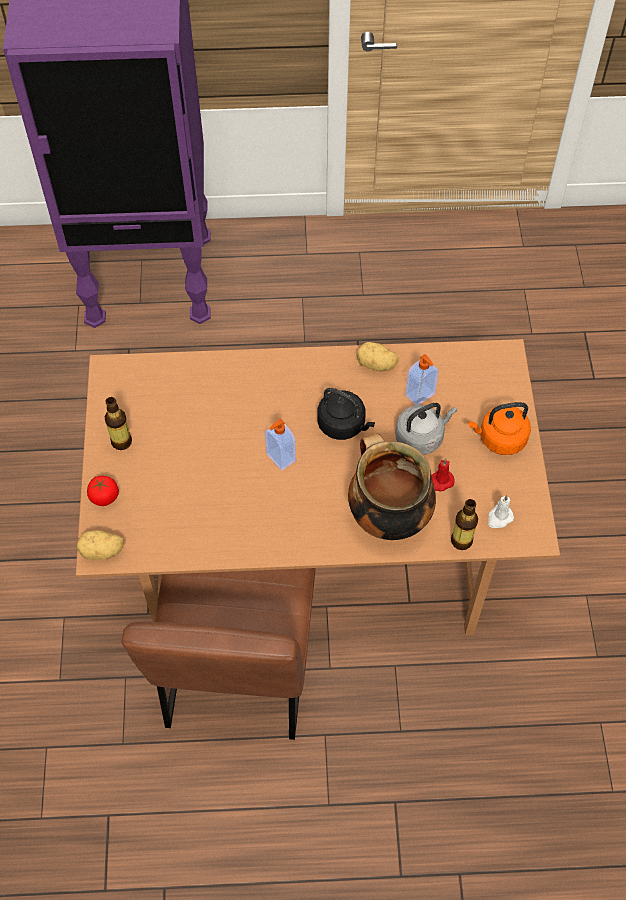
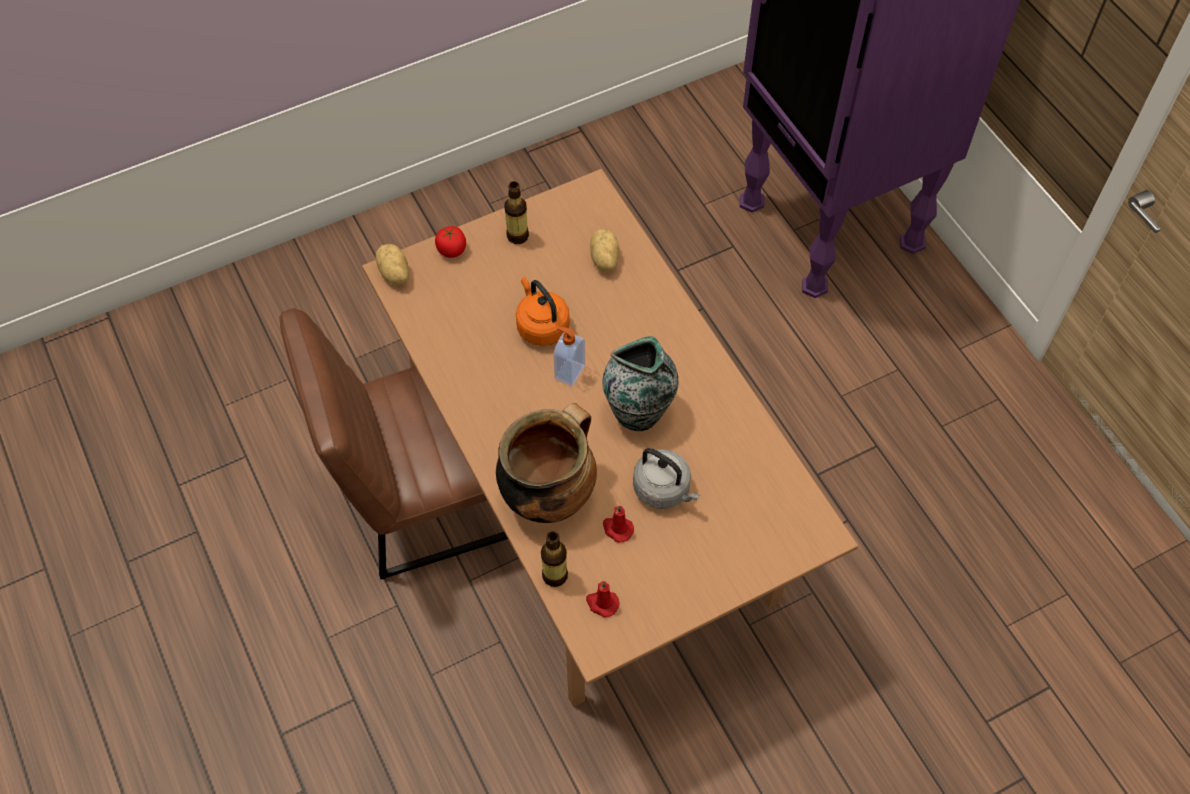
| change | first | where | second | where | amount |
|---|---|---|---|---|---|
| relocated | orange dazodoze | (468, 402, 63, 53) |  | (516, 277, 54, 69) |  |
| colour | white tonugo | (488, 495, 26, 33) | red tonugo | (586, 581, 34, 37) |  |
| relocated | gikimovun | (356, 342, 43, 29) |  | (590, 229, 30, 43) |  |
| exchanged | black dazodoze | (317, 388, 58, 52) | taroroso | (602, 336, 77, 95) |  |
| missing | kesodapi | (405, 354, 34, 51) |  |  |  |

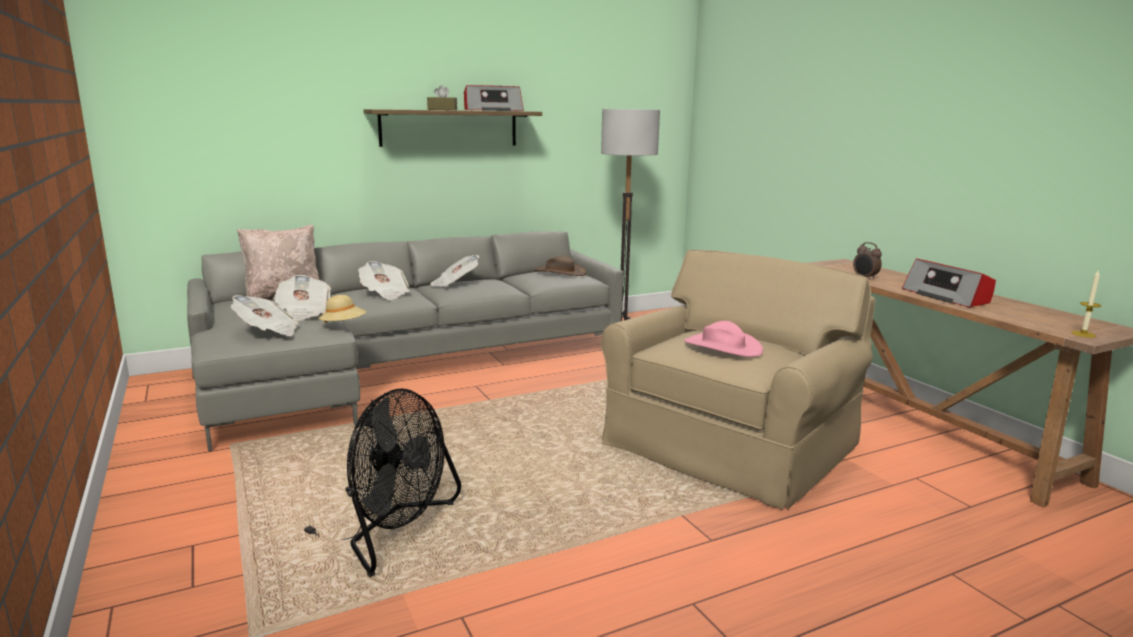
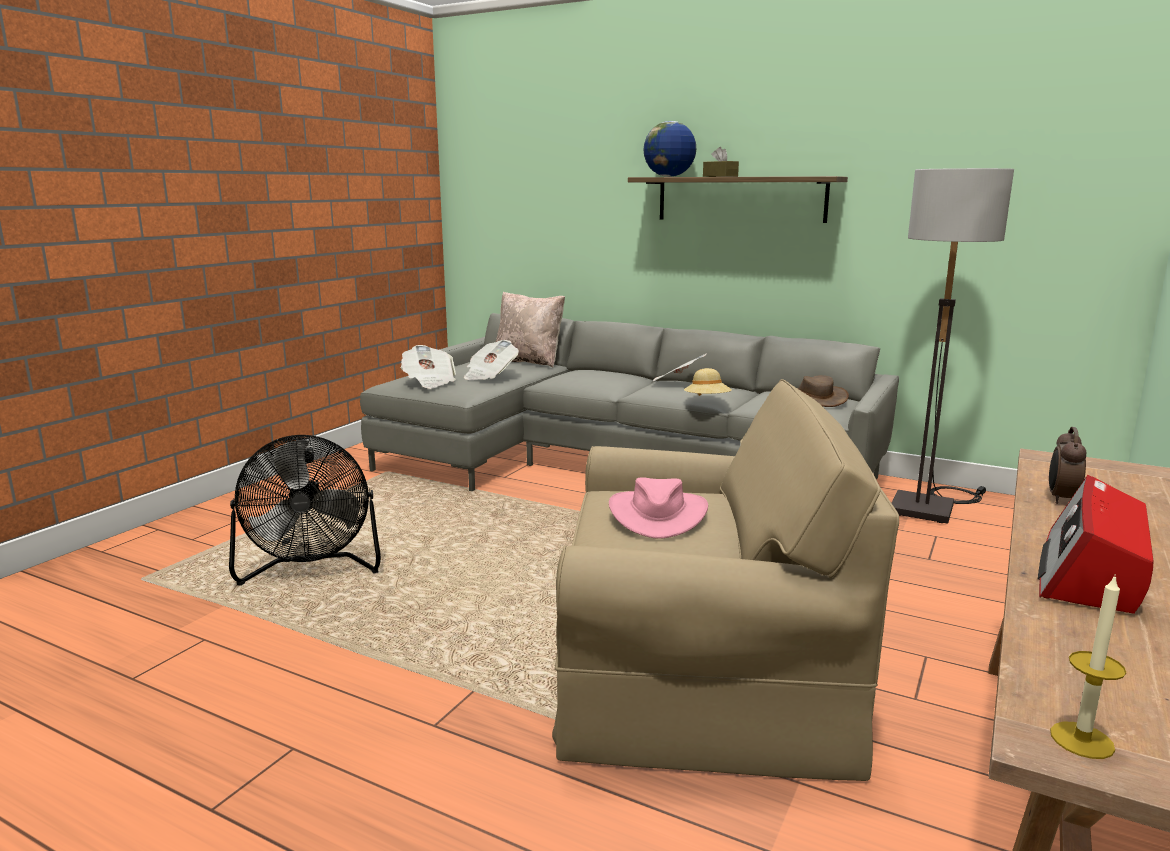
| change | first | where | second | where | amount |
|---|---|---|---|---|---|
| appeared |  |  | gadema | (643, 121, 53, 56) |  |
| relocated | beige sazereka | (319, 295, 47, 28) |  | (684, 368, 48, 28) |  |
| missing | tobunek | (358, 261, 52, 39) |  |  |  |
| missing | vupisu | (464, 85, 60, 26) |  |  |  |

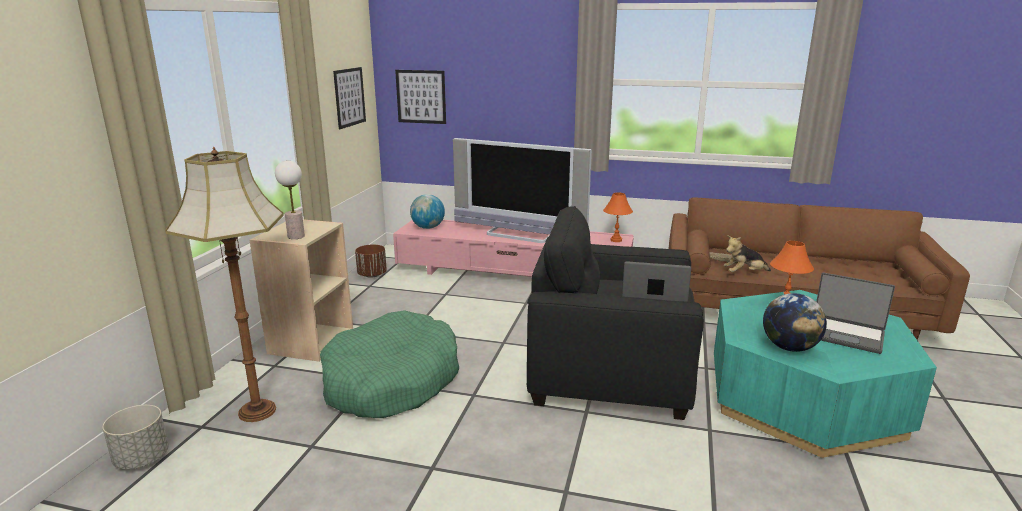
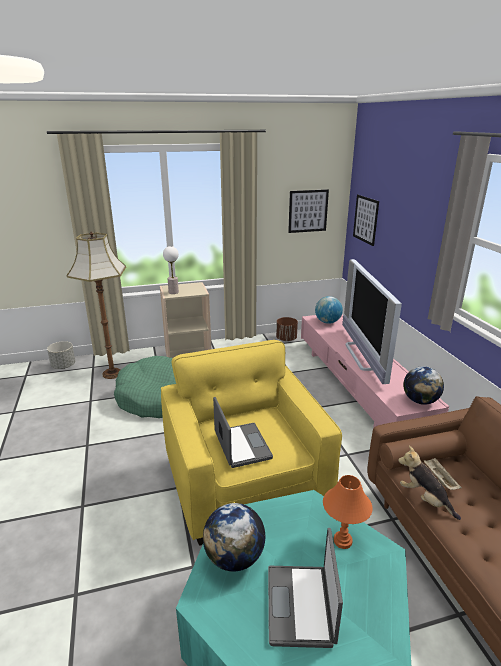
| change | first | where | second | where | amount |
|---|---|---|---|---|---|
| colour | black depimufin | (527, 206, 177, 214) | yellow depimufin | (161, 340, 181, 206) |  |
| exchanged | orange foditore | (603, 193, 30, 49) | gadema | (403, 366, 41, 39) |  |

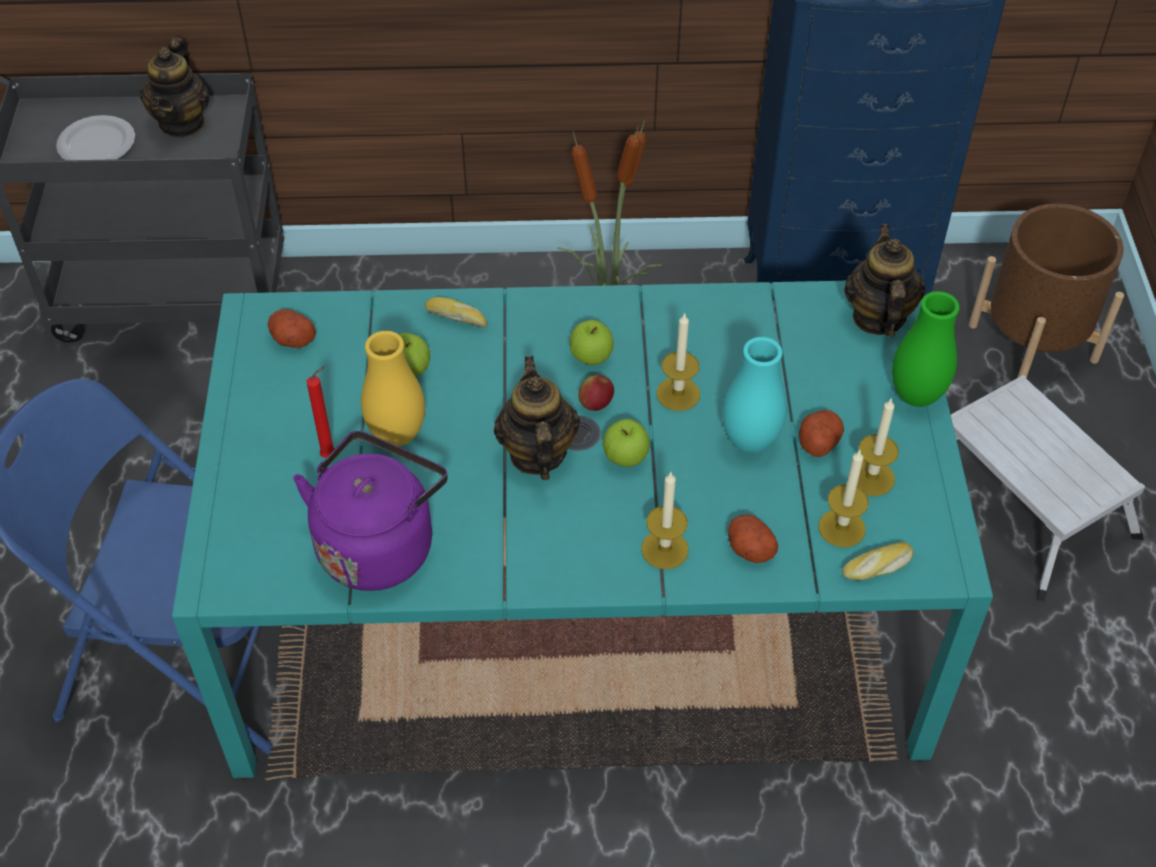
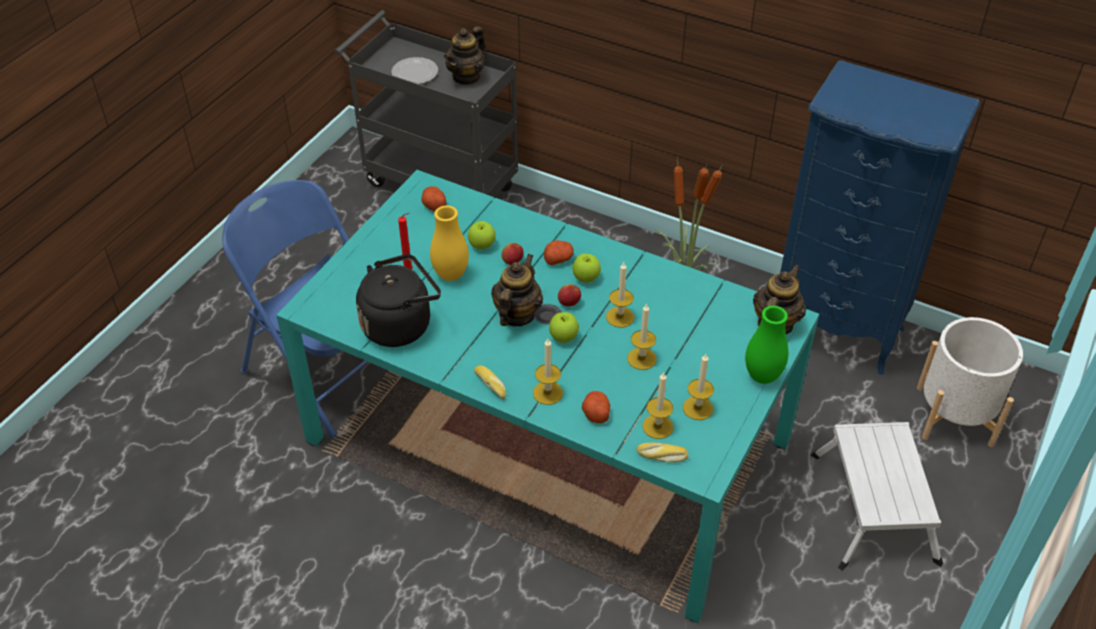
| change | first | where | second | where | amount |
|---|---|---|---|---|---|
| colour | purple dazodoze | (293, 431, 155, 160) | black dazodoze | (356, 254, 85, 93) |  |
| relocated | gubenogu | (425, 297, 63, 31) |  | (474, 366, 32, 33) |  |
| appeared |  |  | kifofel | (502, 243, 22, 22) |  |
| relocated | gikimovun | (799, 410, 45, 47) |  | (544, 240, 29, 25) |  |
| exchanged | turquoise taroroso | (722, 337, 65, 116) | tonugo | (627, 303, 30, 67) |  |
| colour | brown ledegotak | (969, 203, 155, 175) | white ledegotak | (917, 317, 106, 130) |  |

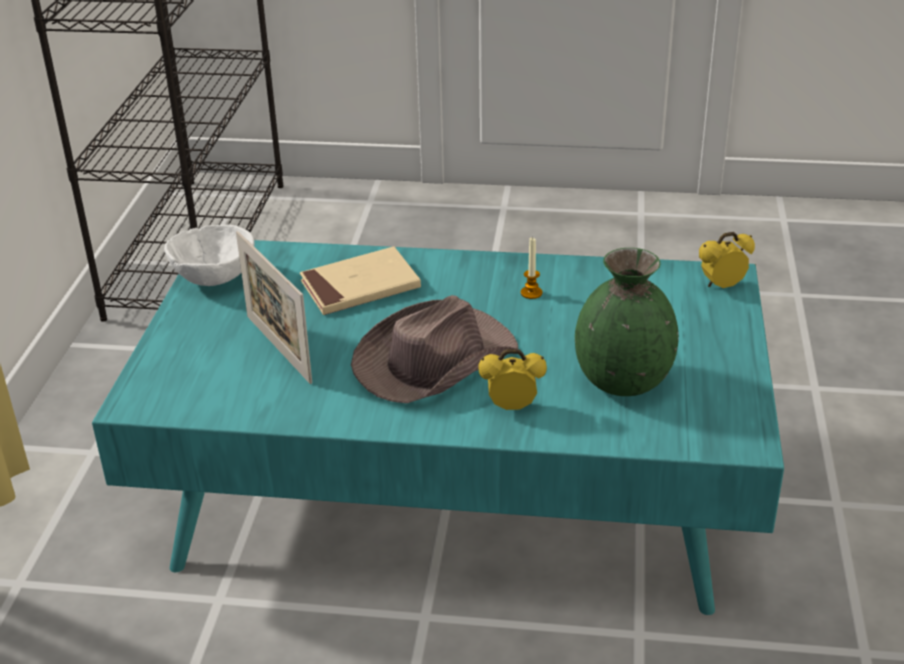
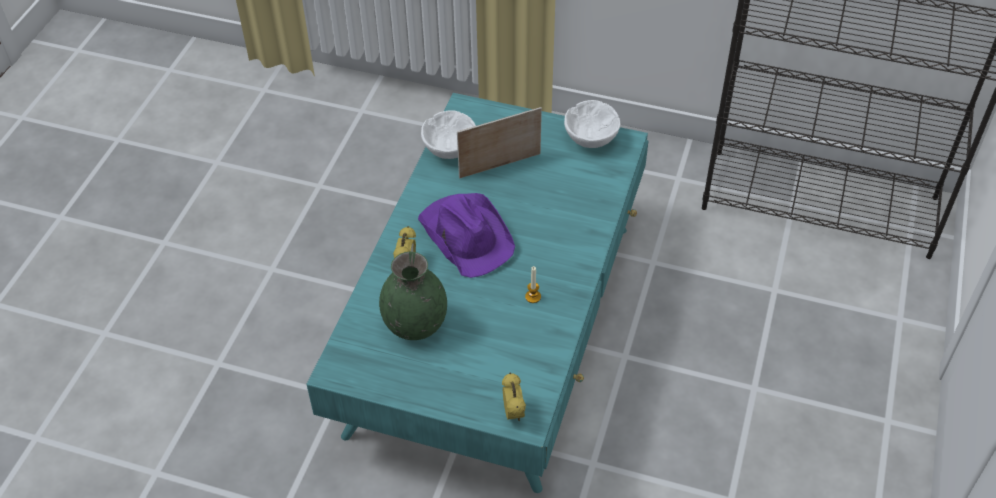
| change | first | where | second | where | amount |
|---|---|---|---|---|---|
| colour | brown sazereka | (351, 295, 167, 108) | purple sazereka | (418, 193, 97, 85) |  |
| appeared |  |  | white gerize | (421, 110, 55, 49) |  |
| missing | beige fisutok | (300, 247, 121, 68) |  |  |  |

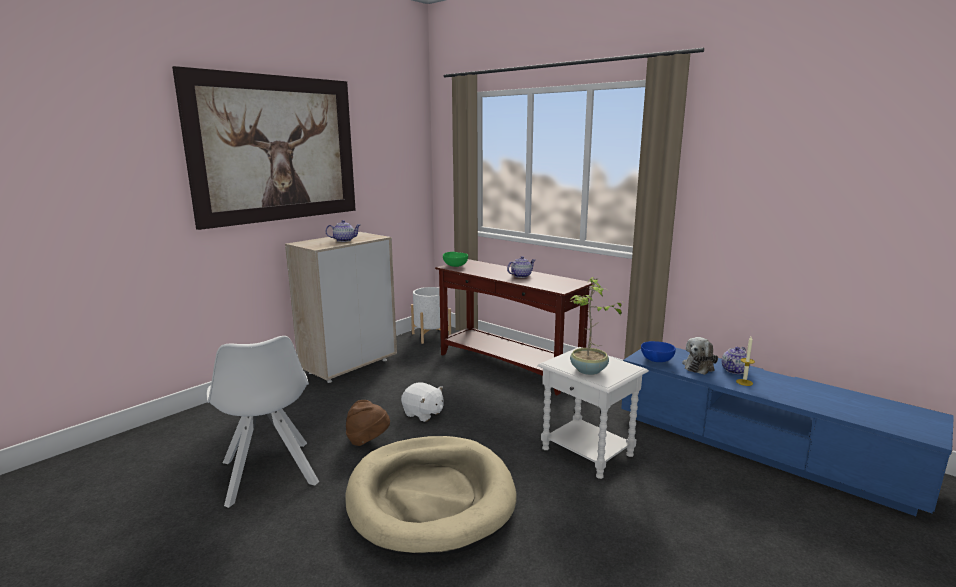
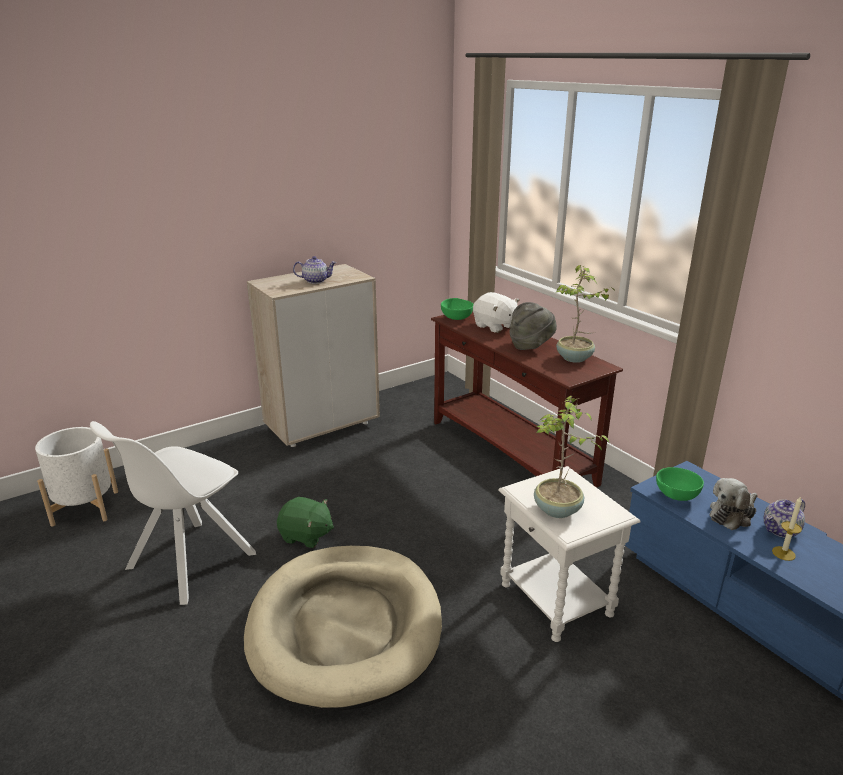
| change | first | where | second | where | amount |
|---|---|---|---|---|---|
| relocated | white ledegotak | (411, 287, 40, 57) |  | (35, 427, 83, 100) |  |
| spun | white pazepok | (207, 336, 112, 172) |  | (90, 421, 166, 184) | 45 degrees clockwise |
| exchanged | brown sazereka | (346, 400, 44, 46) | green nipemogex | (277, 497, 57, 51) |  |
| relocated | white nipemogex | (401, 383, 43, 39) |  | (473, 292, 46, 41) |  |
| exchanged | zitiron | (507, 256, 28, 22) | grey sazereka | (510, 302, 47, 48) |  |
| appeared |  |  | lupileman | (555, 265, 60, 98) |  |
| colour | blue gerize | (641, 341, 35, 21) | green gerize | (656, 467, 48, 34) |  |
| missing | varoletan | (172, 66, 184, 164) |  |  |  |

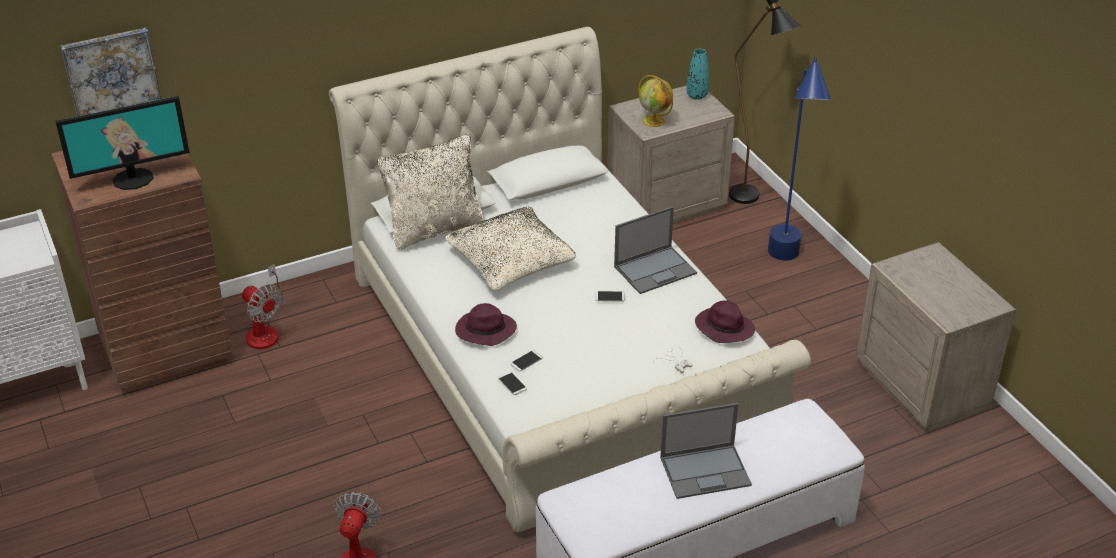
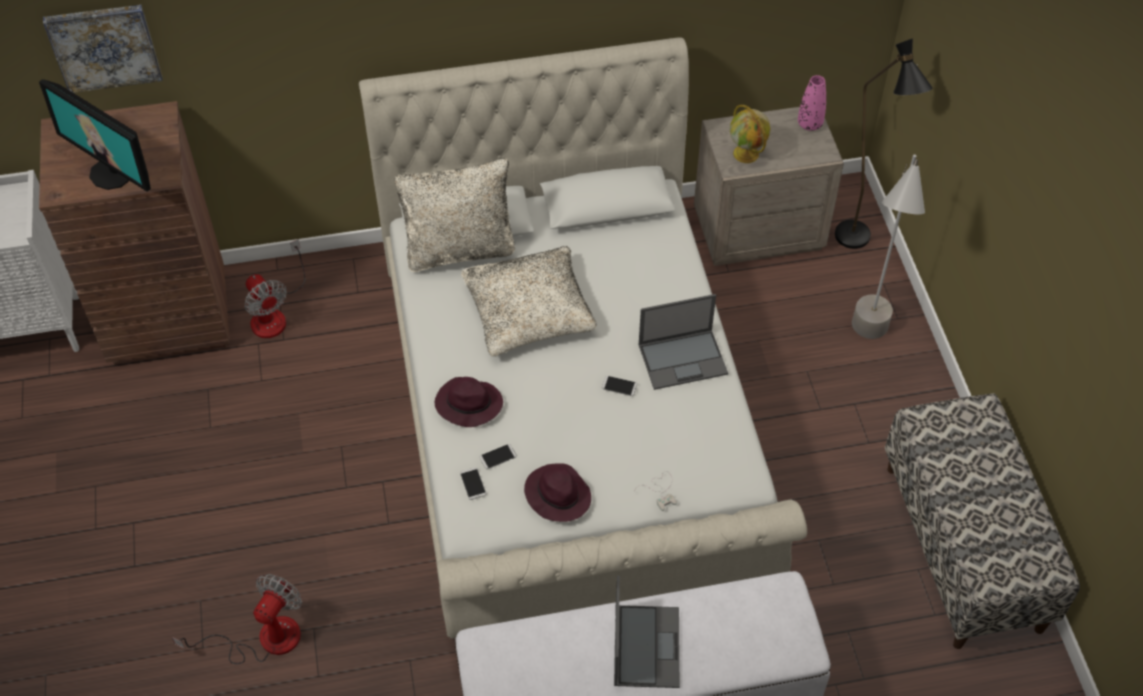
| change | first | where | second | where | amount |
|---|---|---|---|---|---|
| spun | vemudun | (55, 96, 135, 94) |  | (39, 79, 112, 113) | 45 degrees clockwise |
| relocated | purple sazereka | (695, 300, 60, 43) |  | (524, 463, 67, 59) |  |
| spun | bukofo | (660, 403, 92, 96) |  | (614, 575, 66, 113) | 90 degrees counterclockwise |
| colour | turquoise taroroso | (687, 49, 22, 51) | pink taroroso | (798, 75, 28, 56) |  |
| colour | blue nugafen | (768, 57, 63, 204) | grey nugafen | (852, 154, 73, 185) |  |
| exchanged | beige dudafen | (856, 242, 160, 190) | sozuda | (885, 394, 195, 255) |  |

